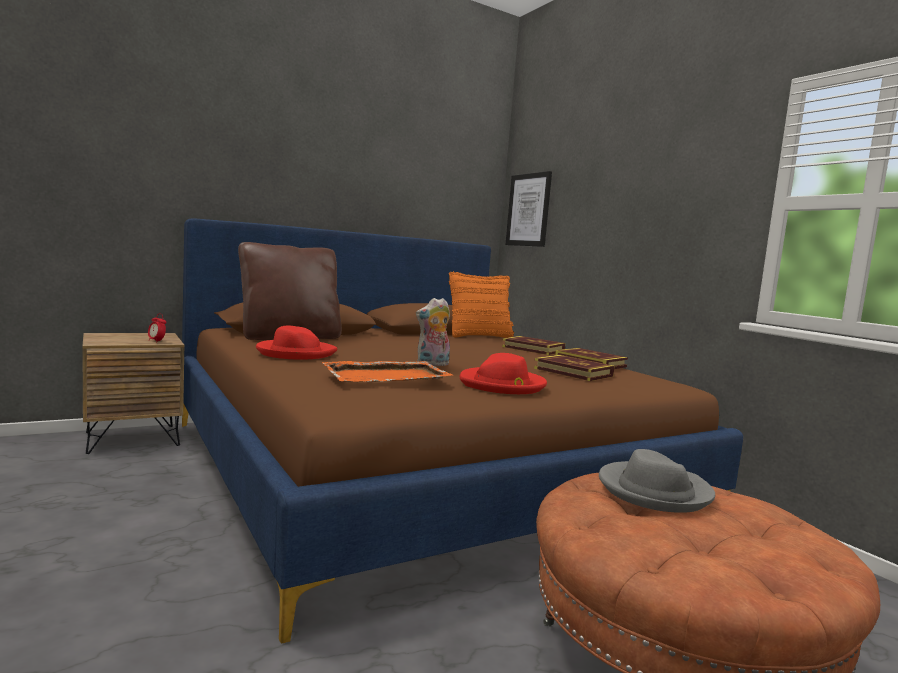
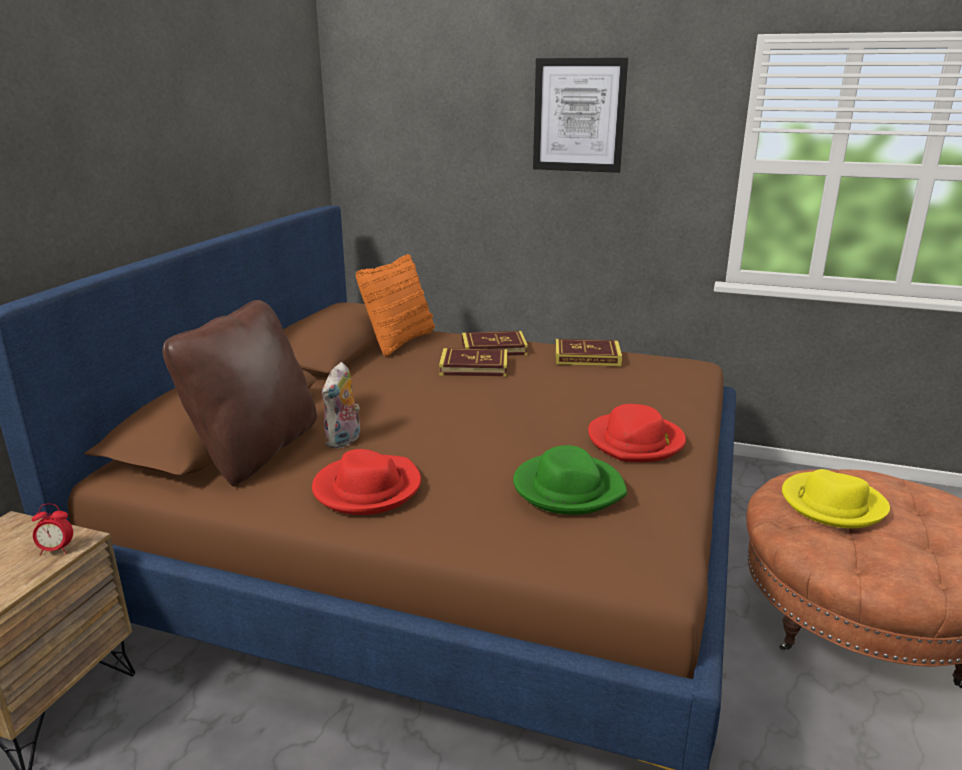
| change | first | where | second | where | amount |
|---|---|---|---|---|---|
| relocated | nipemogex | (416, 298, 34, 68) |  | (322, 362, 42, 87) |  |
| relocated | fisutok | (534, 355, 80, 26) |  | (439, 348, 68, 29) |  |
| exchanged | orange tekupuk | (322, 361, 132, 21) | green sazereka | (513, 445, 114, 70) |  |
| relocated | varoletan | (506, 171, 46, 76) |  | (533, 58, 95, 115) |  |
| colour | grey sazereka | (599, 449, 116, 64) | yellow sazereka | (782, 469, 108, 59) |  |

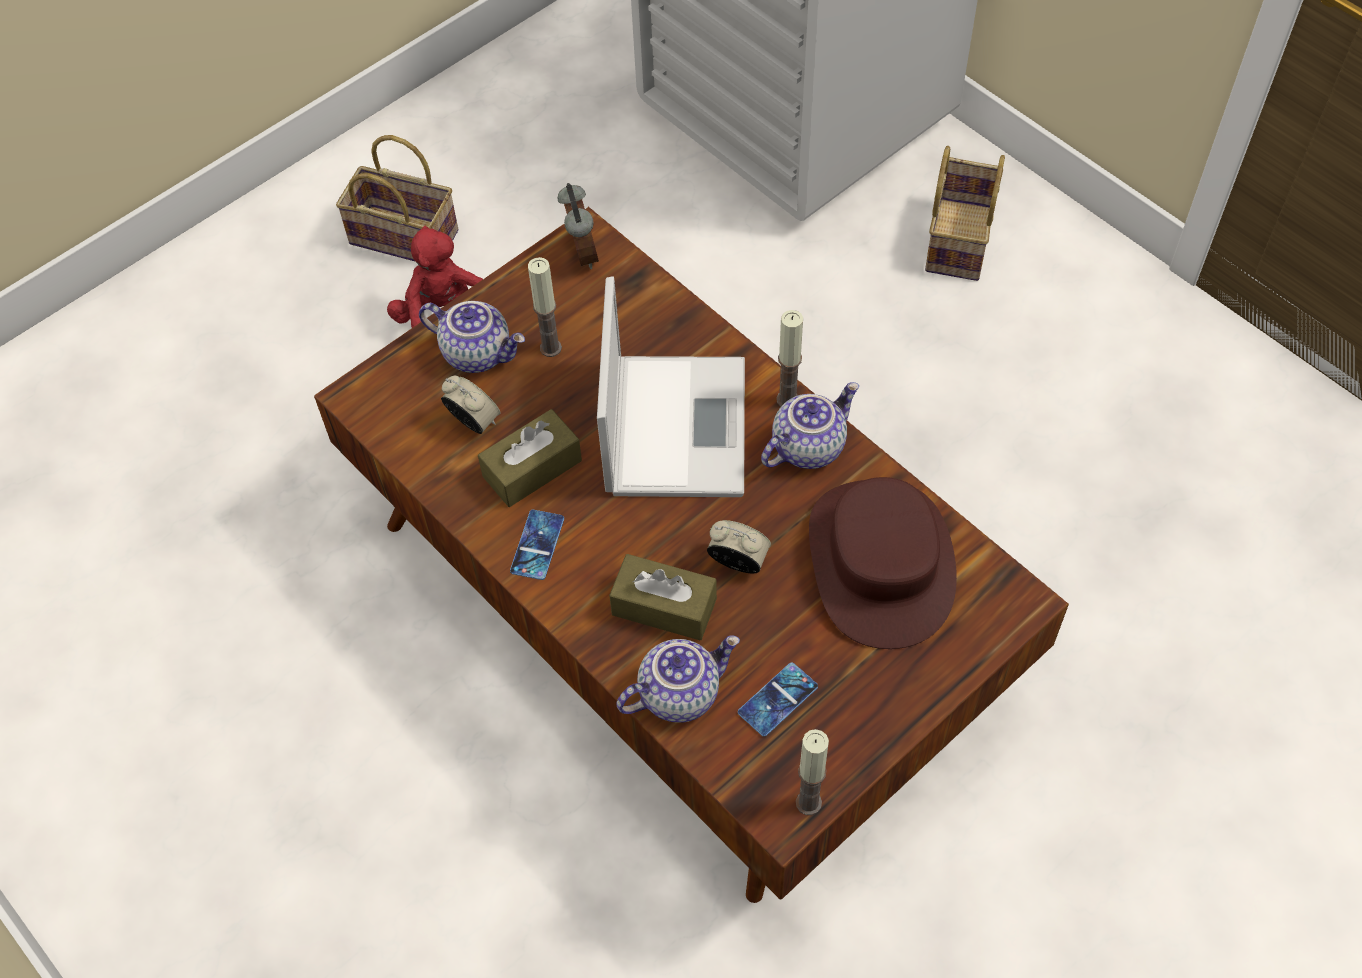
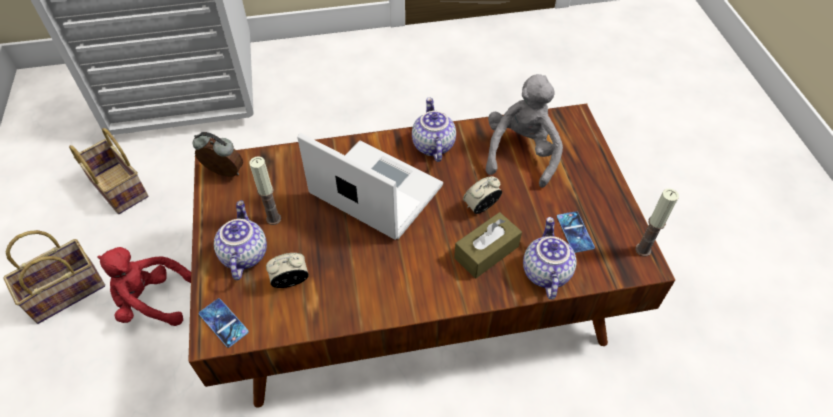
| change | first | where | second | where | amount |
|---|---|---|---|---|---|
| relocated | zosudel | (925, 146, 80, 135) |  | (69, 128, 79, 86) |  |
| relocated | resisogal | (510, 510, 54, 70) |  | (199, 298, 50, 50) |  |
| spun | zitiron | (419, 301, 106, 72) |  | (214, 200, 53, 80) | 60 degrees counterclockwise |
| exchanged | brown sazereka | (809, 477, 148, 172) | grey nipemogex | (486, 74, 77, 114) |  |
| missing | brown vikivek | (478, 409, 104, 98) |  |  |  |
| missing | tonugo | (776, 310, 27, 97) |  |  |  |

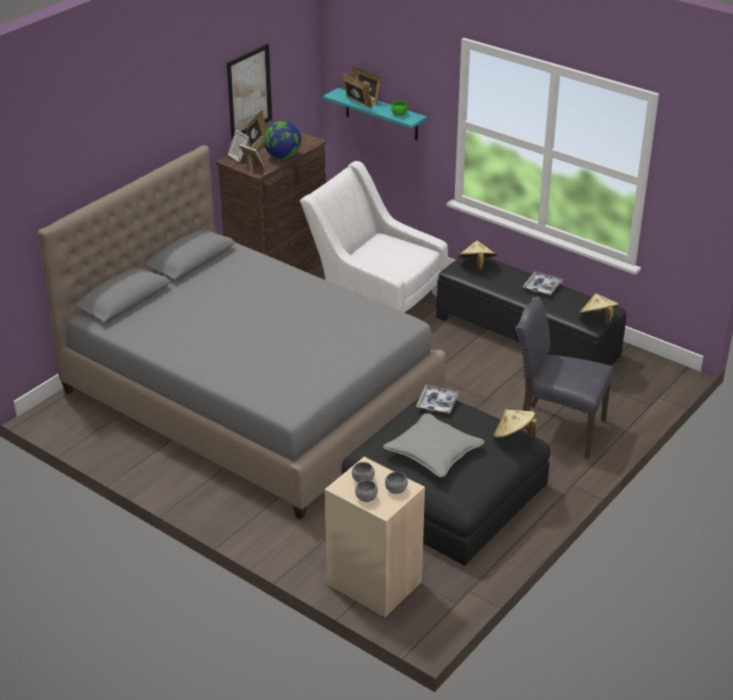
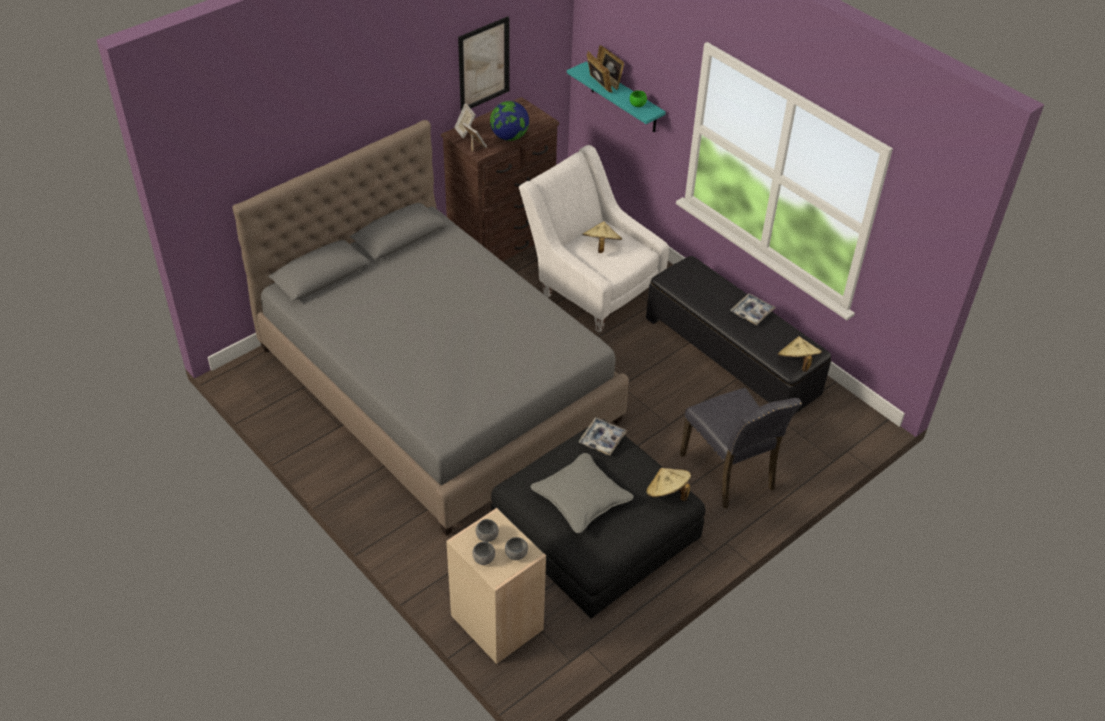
| change | first | where | second | where | amount |
|---|---|---|---|---|---|
| relocated | beige sazereka | (458, 240, 39, 30) |  | (582, 221, 40, 32) |  |
| spun | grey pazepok | (515, 297, 99, 162) |  | (680, 388, 122, 121) | 150 degrees counterclockwise |
| missing | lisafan | (245, 111, 22, 39) |  |  |  |

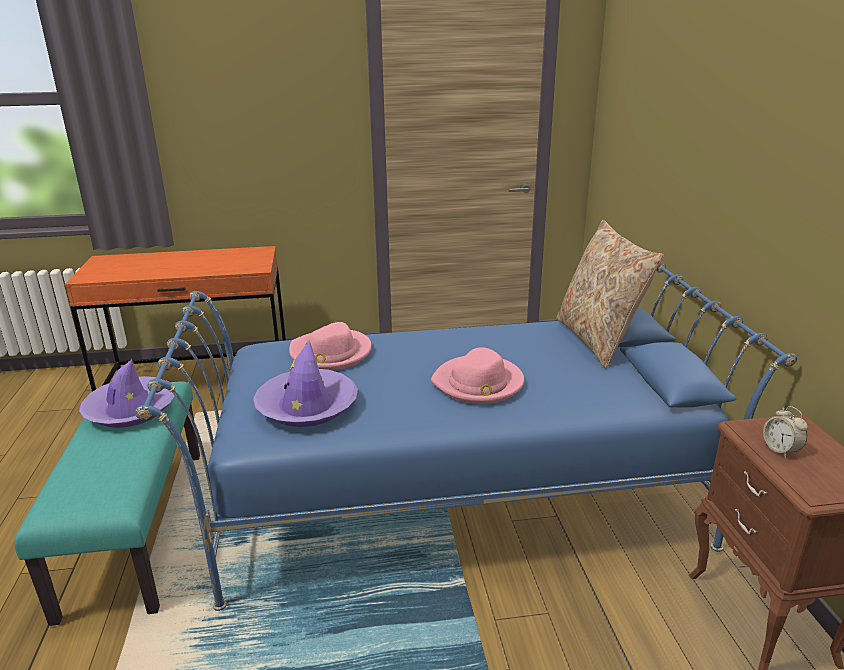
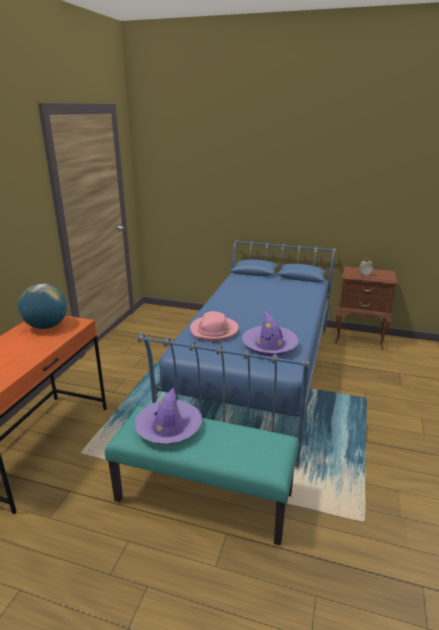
| change | first | where | second | where | amount |
|---|---|---|---|---|---|
| appeared |  |  | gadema | (18, 283, 49, 46) |  |
| missing | pink sazereka | (431, 347, 93, 57) |  |  |  |
| missing | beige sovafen | (556, 220, 108, 149) |  |  |  |

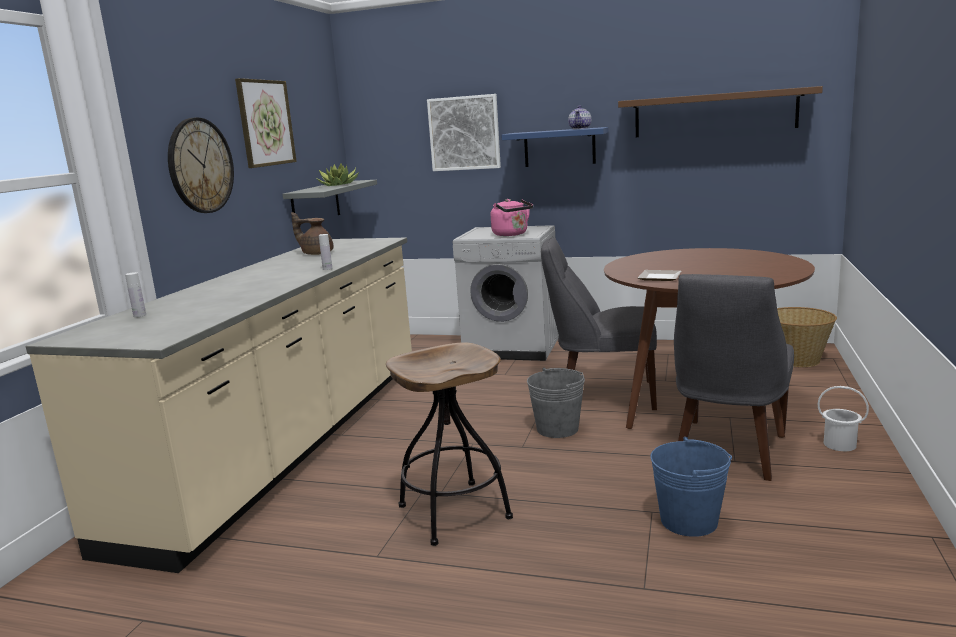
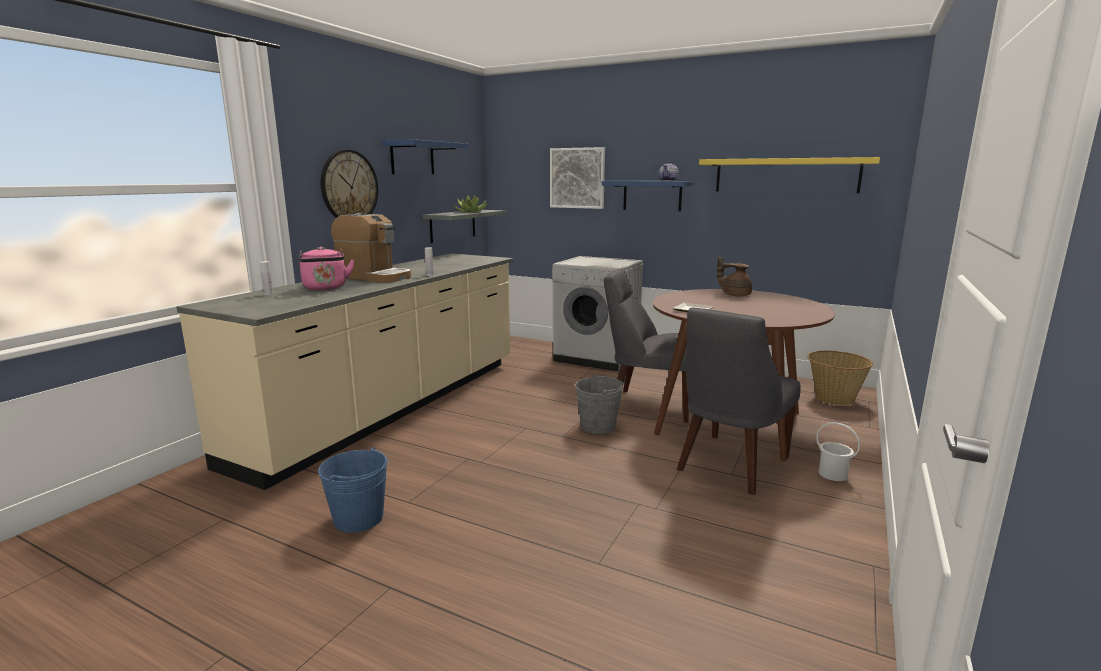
| change | first | where | second | where | amount |
|---|---|---|---|---|---|
| relocated | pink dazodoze | (491, 199, 42, 37) |  | (299, 247, 55, 43) |  |
| relocated | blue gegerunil | (650, 437, 82, 100) |  | (318, 447, 70, 86) |  |
| appeared |  |  | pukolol | (331, 213, 80, 70) |  |
| exchanged | varoletan | (235, 78, 62, 90) | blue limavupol | (381, 139, 87, 35) |  |
| colour | brown limavupol | (618, 86, 205, 51) | yellow limavupol | (699, 157, 181, 36) |  |
| relocated | brown zitiron | (291, 212, 42, 43) |  | (717, 256, 35, 40) |  |
| missing | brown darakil | (386, 342, 127, 204) |  |  |  |

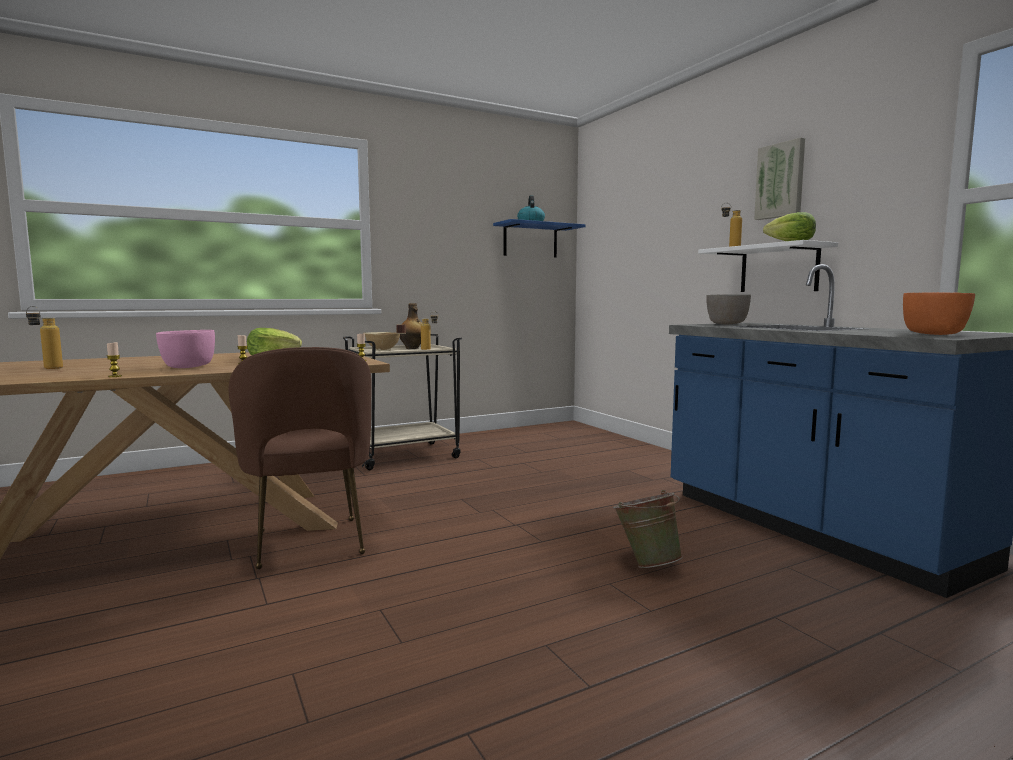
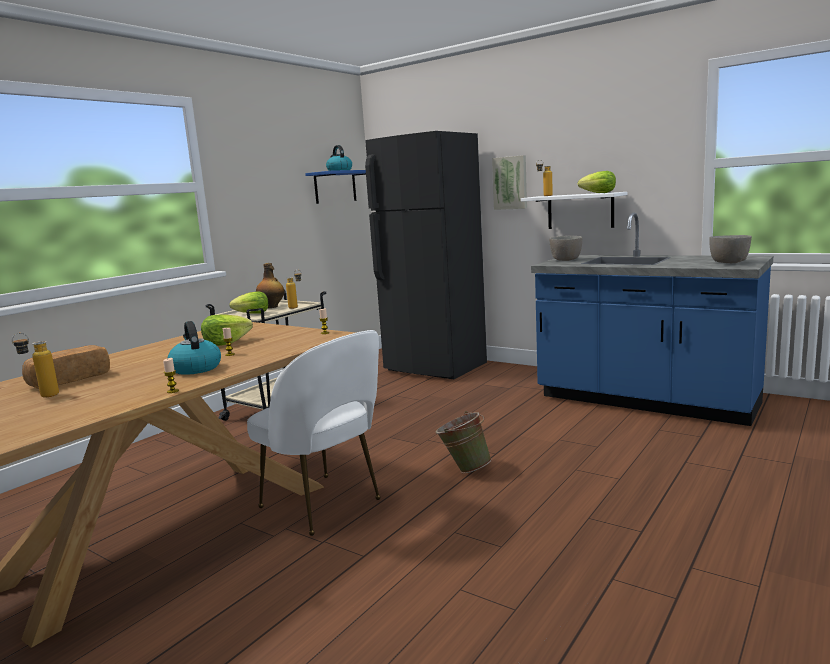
| change | first | where | second | where | amount |
|---|---|---|---|---|---|
| appeared |  |  | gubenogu | (22, 345, 88, 44) |  |
| exchanged | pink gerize | (156, 330, 59, 38) | dazodoze | (168, 321, 53, 54) |  |
| exchanged | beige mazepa | (364, 325, 42, 26) | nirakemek | (229, 291, 39, 23) |  |
| colour | brown pazepok | (229, 347, 143, 222) | white pazepok | (247, 330, 134, 206) |  |
| appeared |  |  | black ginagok | (365, 131, 122, 248) |  |
| relocated | green gegerunil | (613, 490, 70, 78) |  | (436, 411, 56, 62) |  |
| relocated | varoletan | (754, 137, 51, 83) |  | (492, 155, 35, 55) |  |
| colour | orange gerize | (903, 292, 72, 43) | grey gerize | (709, 235, 43, 28) |  |

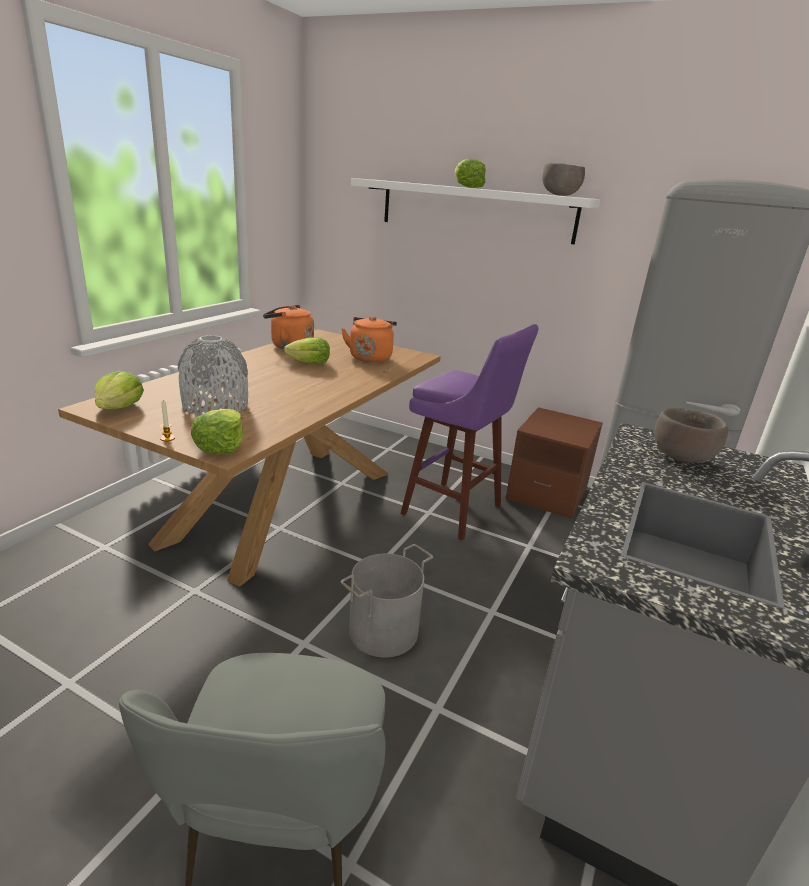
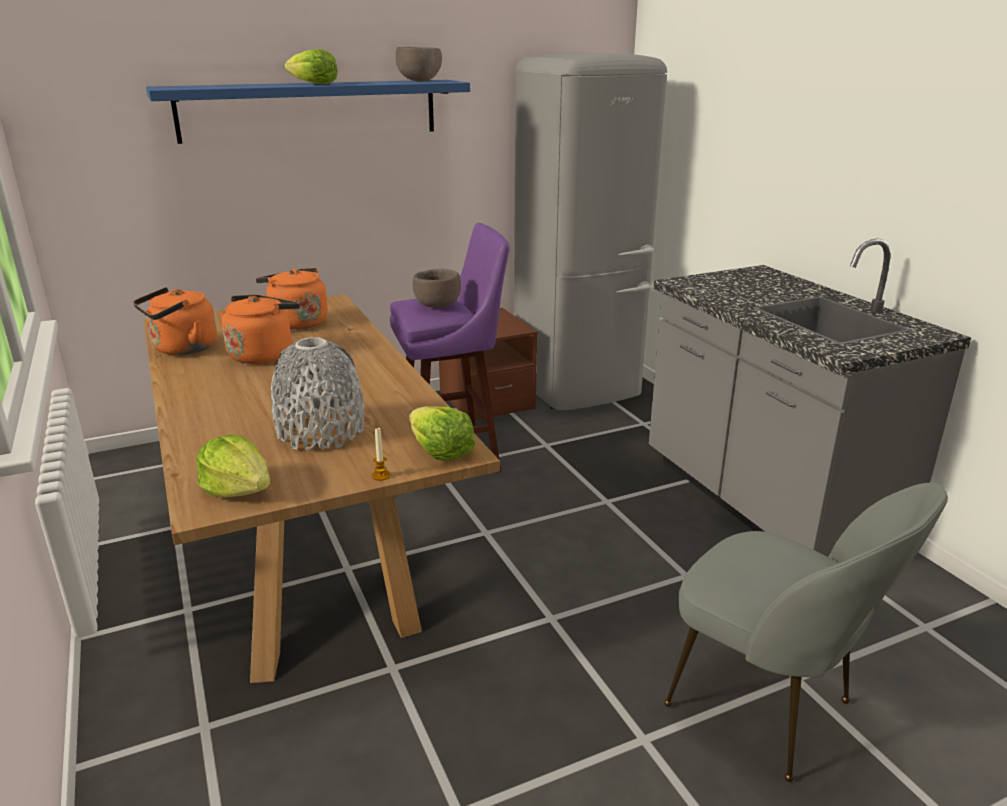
| change | first | where | second | where | amount |
|---|---|---|---|---|---|
| colour | white limavupol | (351, 178, 249, 66) | blue limavupol | (146, 80, 324, 64) |  |
| exchanged | nirakemek | (284, 337, 46, 27) | orange dazodoze | (220, 295, 80, 69) |  |
| relocated | brown gerize | (654, 408, 74, 55) |  | (413, 269, 48, 39) |  |
| missing | grey gegerunil | (341, 544, 92, 114) |  |  |  |

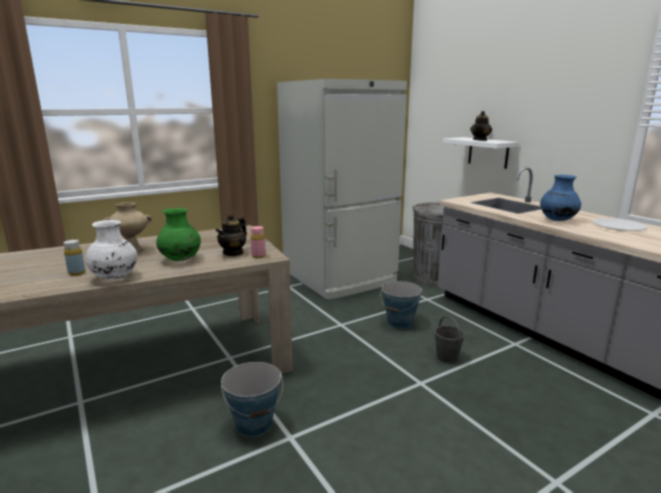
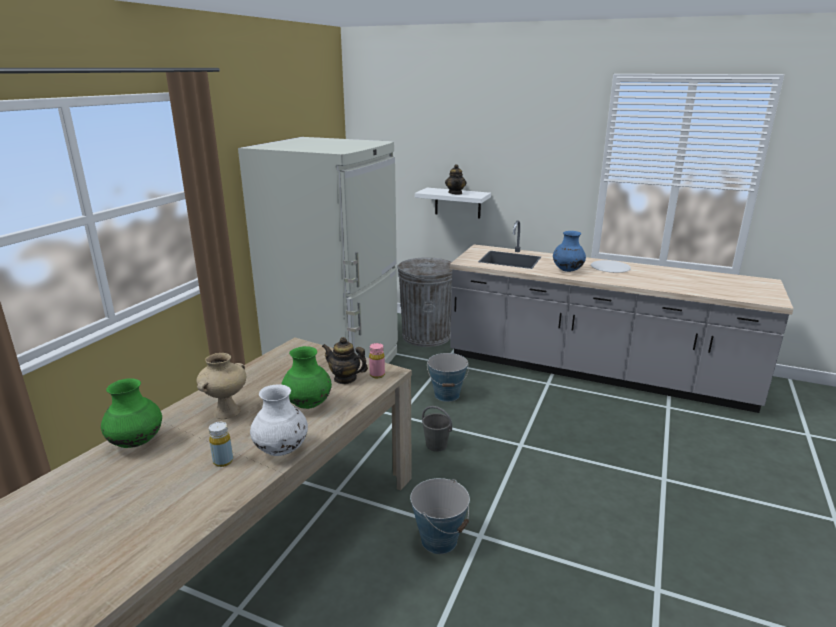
| change | first | where | second | where | amount |
|---|---|---|---|---|---|
| appeared |  |  | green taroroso | (101, 378, 61, 70) |  |
| spun | zitiron | (216, 213, 31, 43) |  | (322, 337, 46, 47) | 120 degrees clockwise |
| relocated | grey gegerunil | (434, 316, 31, 47) |  | (422, 406, 30, 46) |  |

